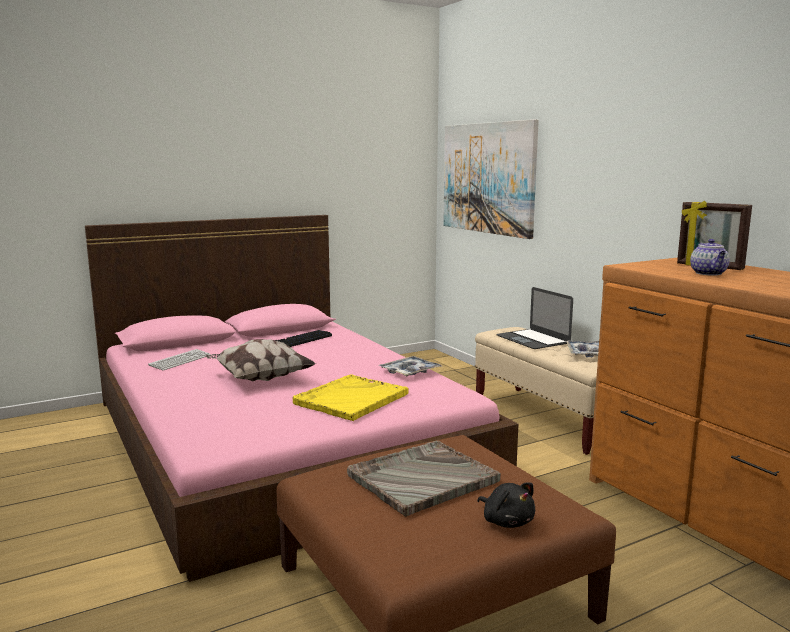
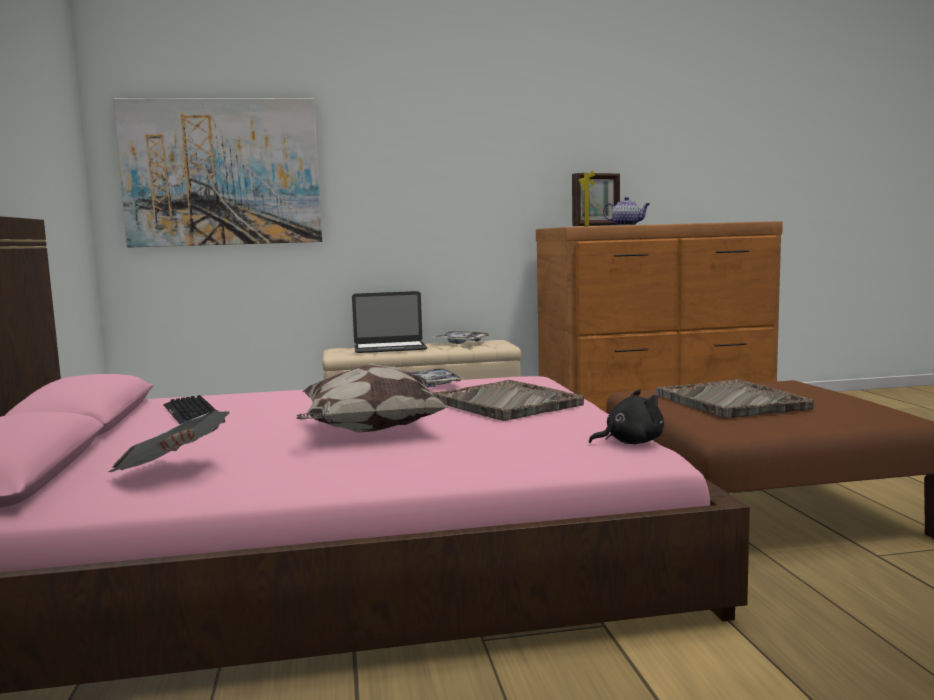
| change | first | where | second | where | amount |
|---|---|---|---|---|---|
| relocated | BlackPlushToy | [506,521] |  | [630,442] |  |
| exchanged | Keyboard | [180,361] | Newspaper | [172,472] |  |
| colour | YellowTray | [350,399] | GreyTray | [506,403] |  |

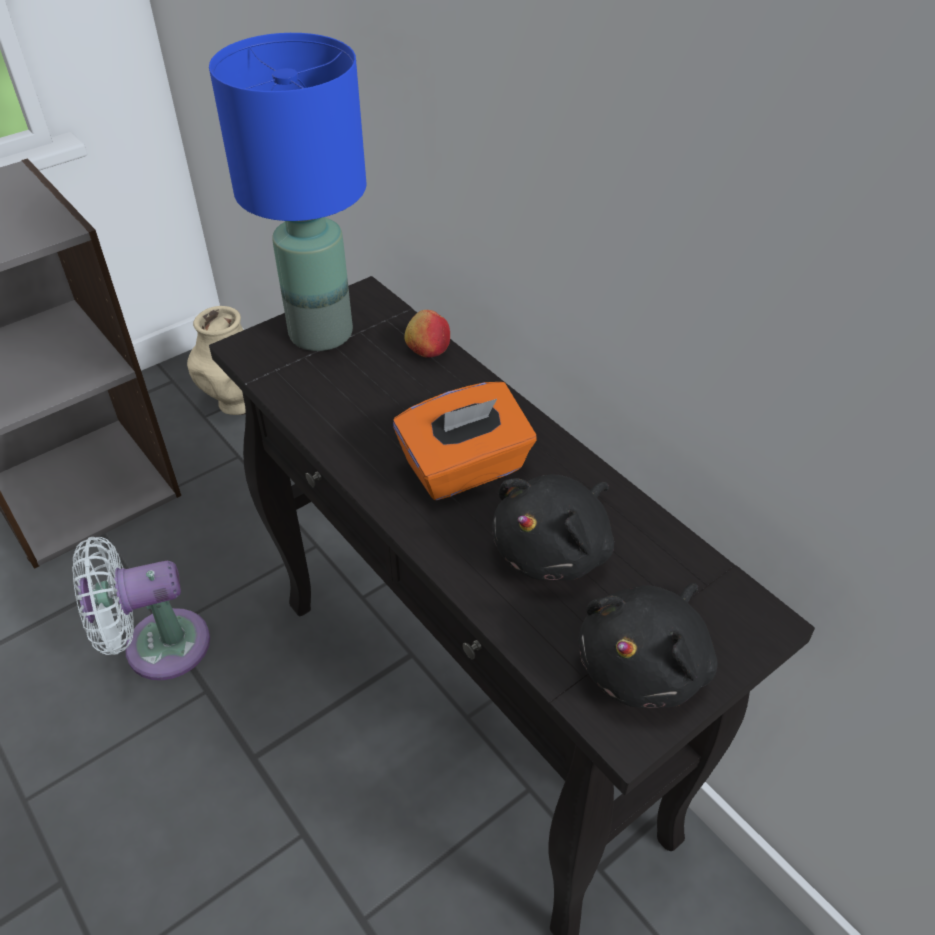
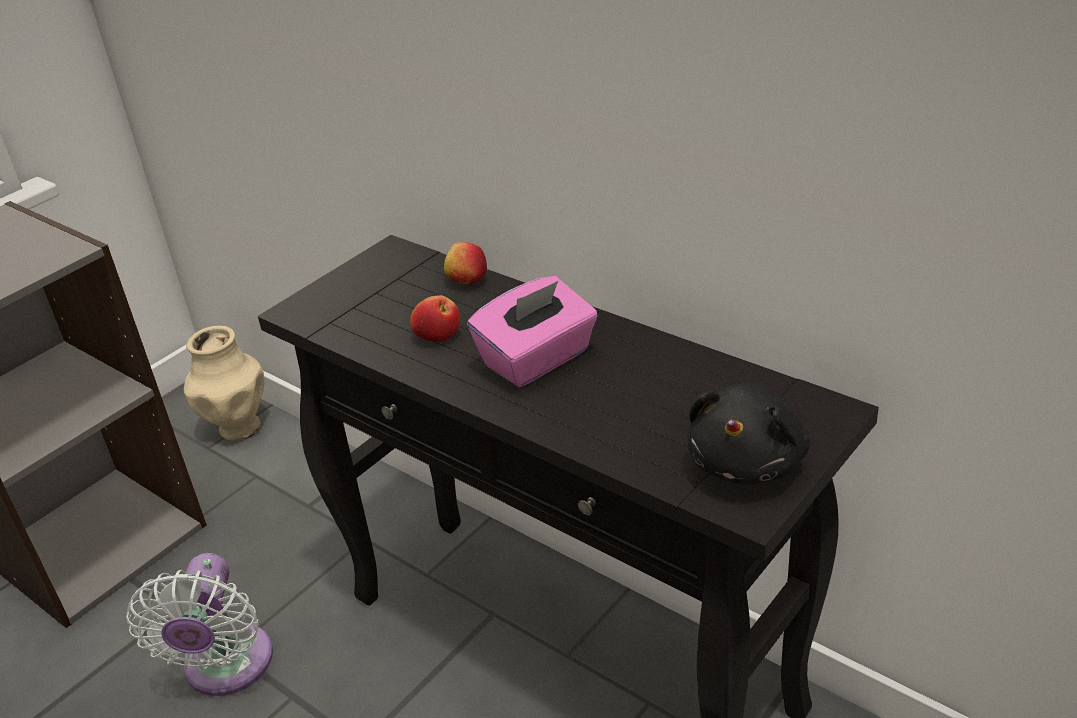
| change | first | where | second | where | amount |
|---|---|---|---|---|---|
| missing | BlueTableLamp | [320,334] |  |  |  |
| missing | BlackPlushToy | [555,549] |  |  |  |
| appeared |  |  | Apple | [437,335] |  |
| colour | OrangeTissueBox | [465,469] | PinkTissueBox | [537,359] |  |
| spun | WhiteFan | [157,647] |  | [226,669] | 60 degrees counterclockwise |

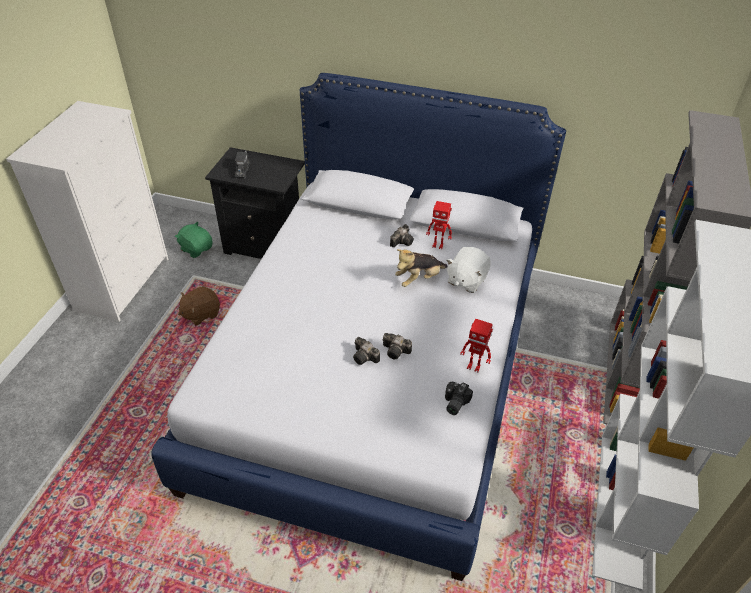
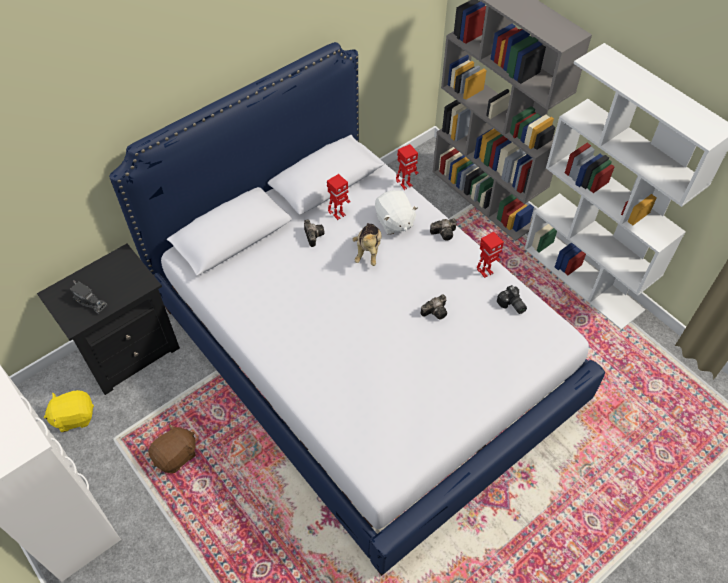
| change | first | where | second | where | amount |
|---|---|---|---|---|---|
| appeared |  |  | ToyRobot | [405,185] |  |
| relocated | PhotoCamera | [365,357] |  | [445,233] |  |
| colour | GreenPlushToy | [196,249] | YellowPlushToy | [74,417] |  |
| spun | BrownPlushToy | [201,314] |  | [176,456] | 135 degrees counterclockwise |

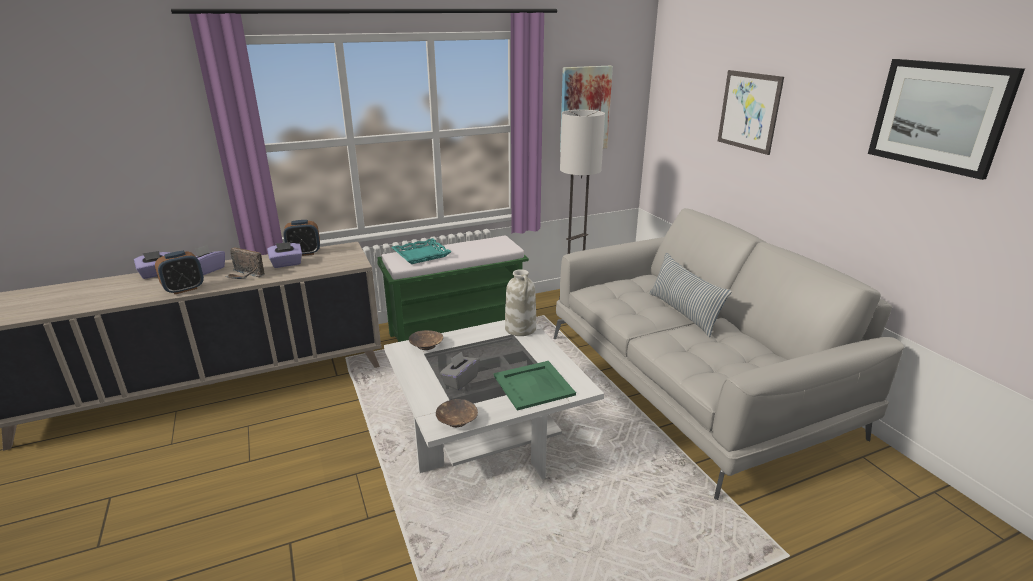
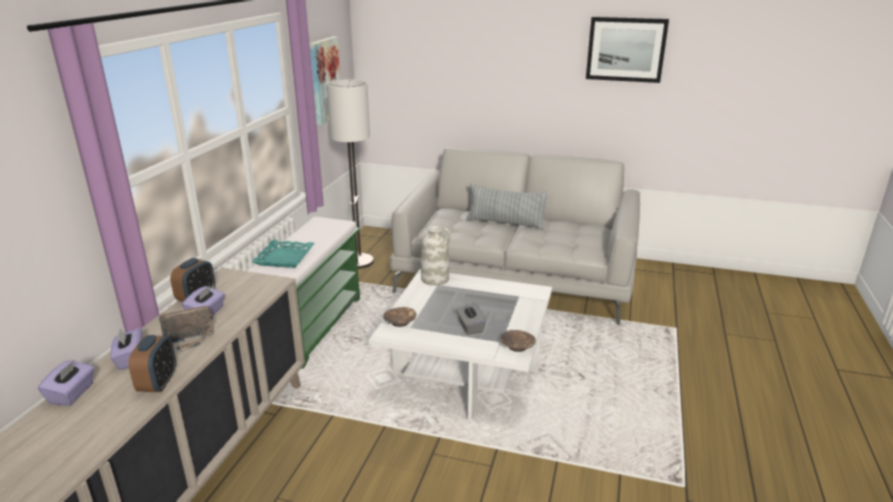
| change | first | where | second | where | amount |
|---|---|---|---|---|---|
| missing | GreenTray | [534,385] |  |  |  |
| missing | Picture | [749,111] |  |  |  |

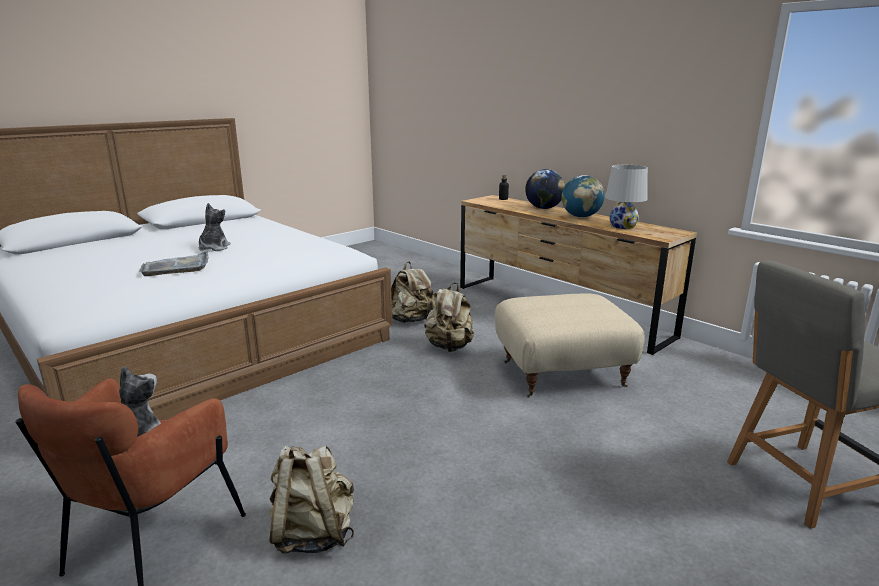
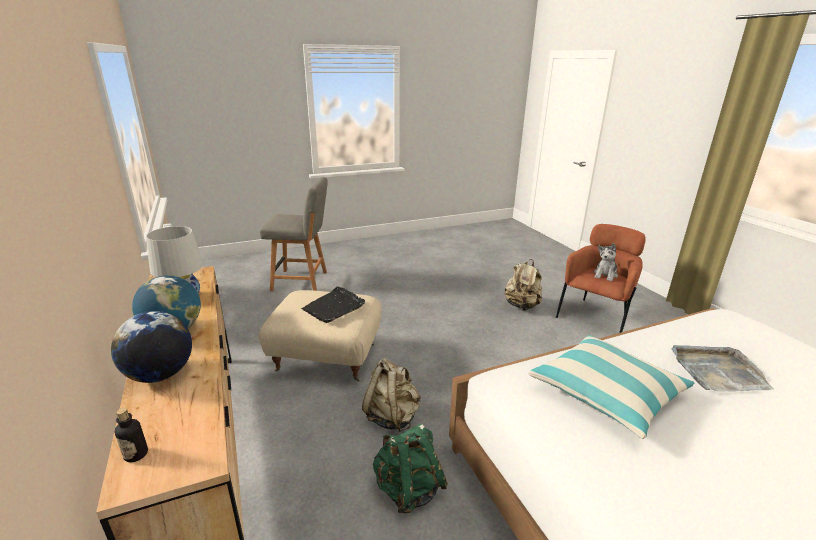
| change | first | where | second | where | amount |
|---|---|---|---|---|---|
| missing | PlushToy | [214,248] |  |  |  |
| appeared |  |  | BlackTray | [334,307] |  |
| appeared |  |  | Pillow | [606,393] |  |
| colour | BeigeBackpack | [412,320] | GreenBackpack | [408,489] |  |

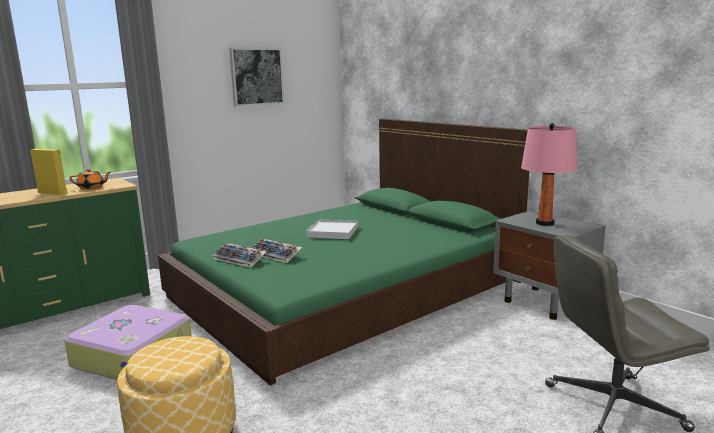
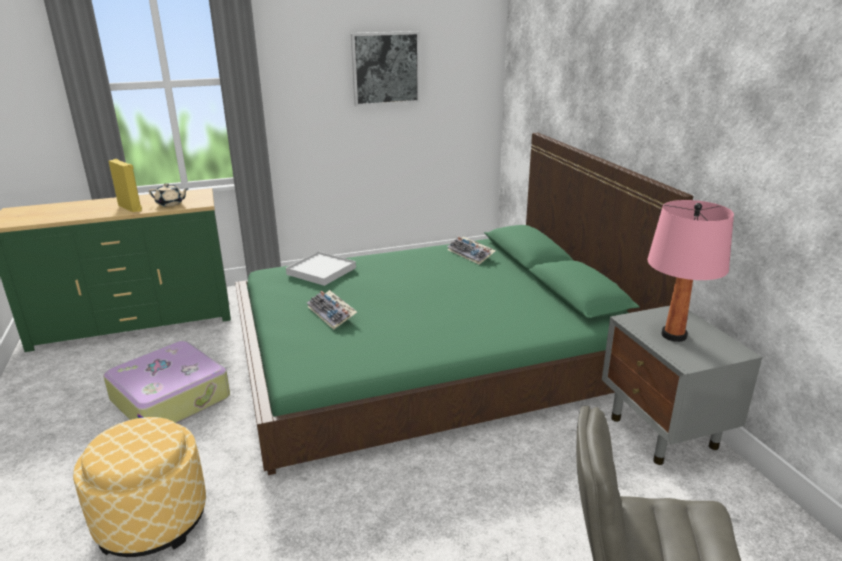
| change | first | where | second | where | amount |
|---|---|---|---|---|---|
| relocated | Keyboard | [240,259] |  | [471,254] |  |
| relocated | WhiteTray | [332,232] |  | [321,271] |  |
| colour | OrangeTeapot | [92,188] | BeigeTeapot | [170,204] |  |

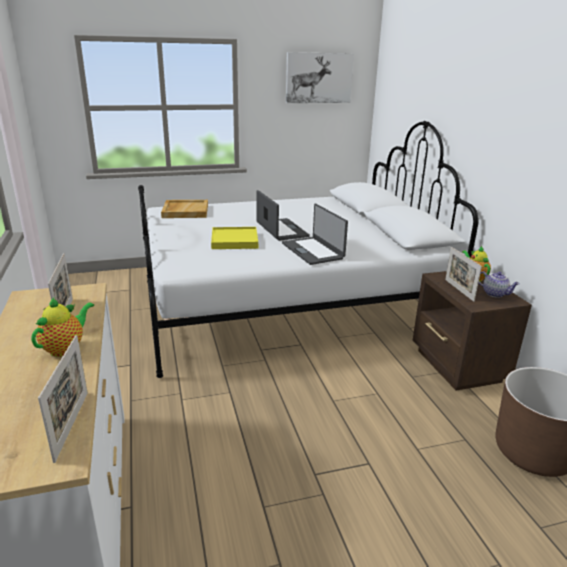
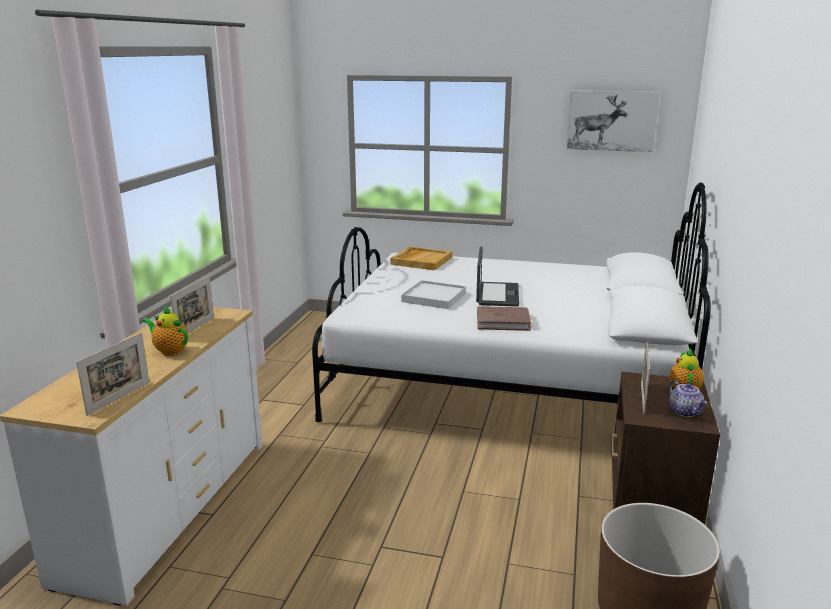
| change | first | where | second | where | amount |
|---|---|---|---|---|---|
| exchanged | Laptop | [313,251] | BrownBook | [503,321] |  |
| colour | YellowTray | [234,240] | WhiteTray | [434,297] |  |
| spun | Teapot | [66,348] |  | [169,351] | 120 degrees counterclockwise |

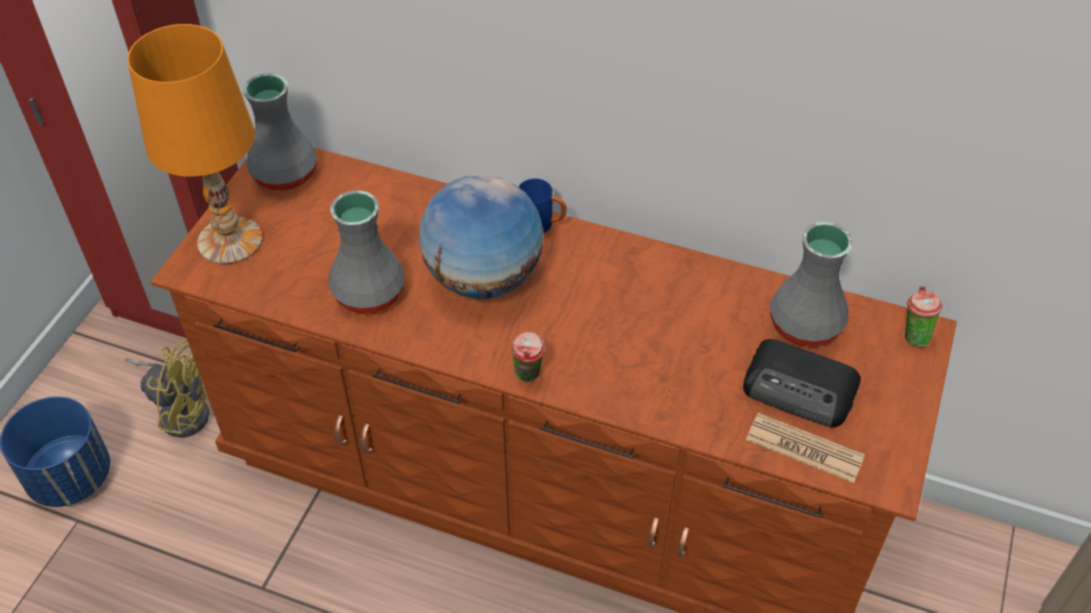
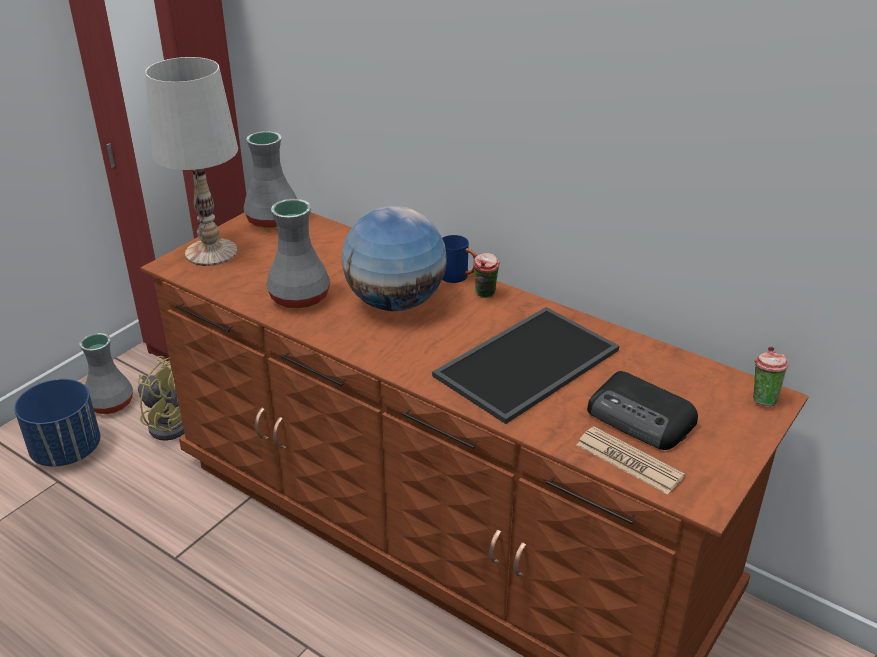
| change | first | where | second | where | amount |
|---|---|---|---|---|---|
| appeared |  |  | Tray | [526,361] |  |
| relocated | Cup | [528,376] |  | [485,295] |  |
| relocated | GreyVase | [806,326] |  | [110,404] |  |
| colour | OrangeTableLamp | [230,241] | WhiteTableLamp | [211,253] |  |

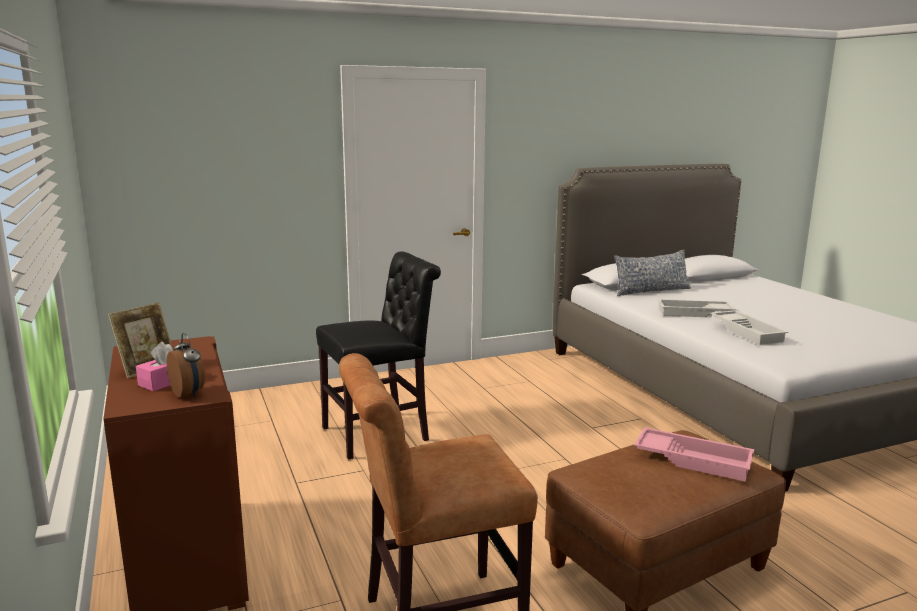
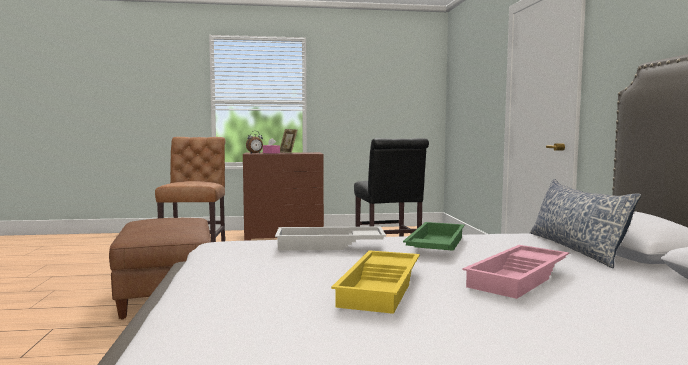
| change | first | where | second | where | amount |
|---|---|---|---|---|---|
| appeared |  |  | YellowTray | [382,288] |  |
| relocated | PinkTray | [694,460] |  | [520,278] |  |
| colour | WhiteTray | [694,313] | GreenTray | [434,245] |  |

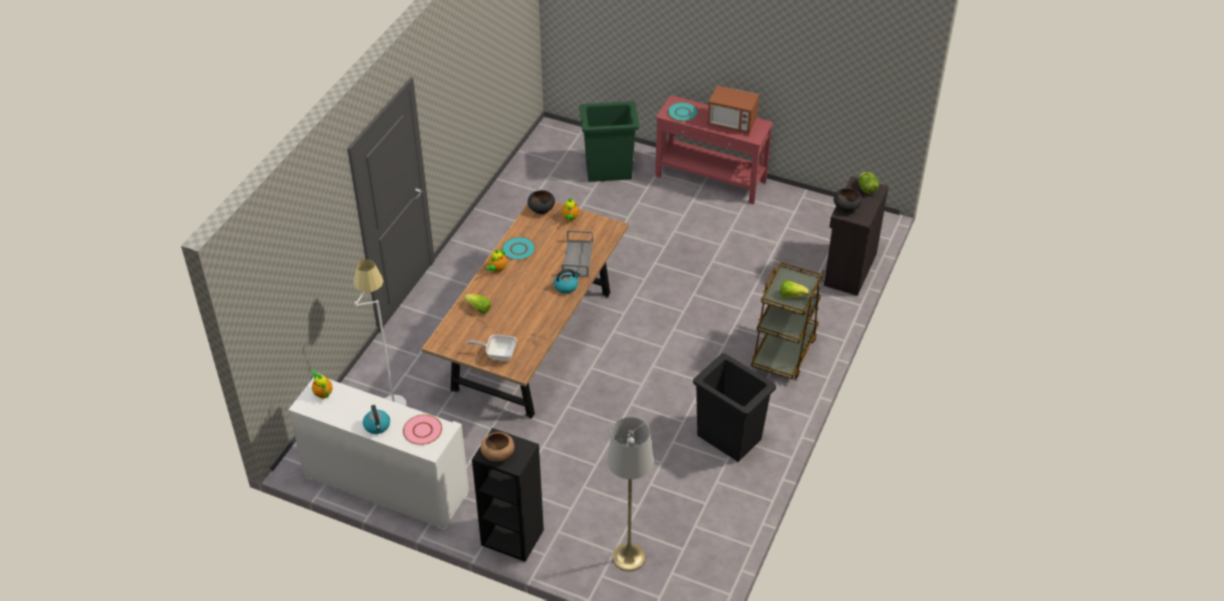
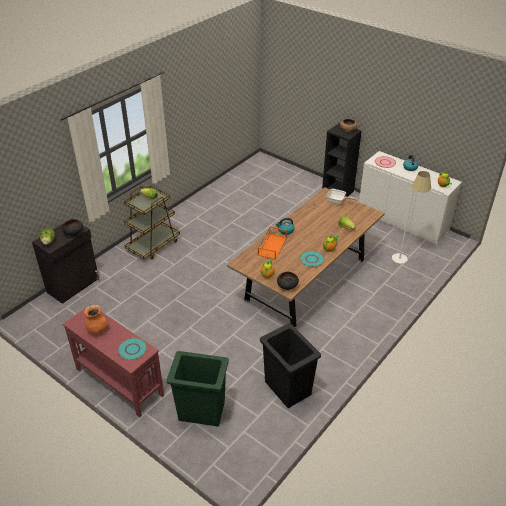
| change | first | where | second | where | amount |
|---|---|---|---|---|---|
| missing | GreyFloorLamp | [629,557] |  |  |  |
| relocated | BlackTrashCan | [729,438] |  | [287,387] |  |
| exchanged | Microwave | [732,123] | OrangeVase | [97,329] |  |
| colour | GreyTray | [578,259] | OrangeTray | [272,246] |  |

